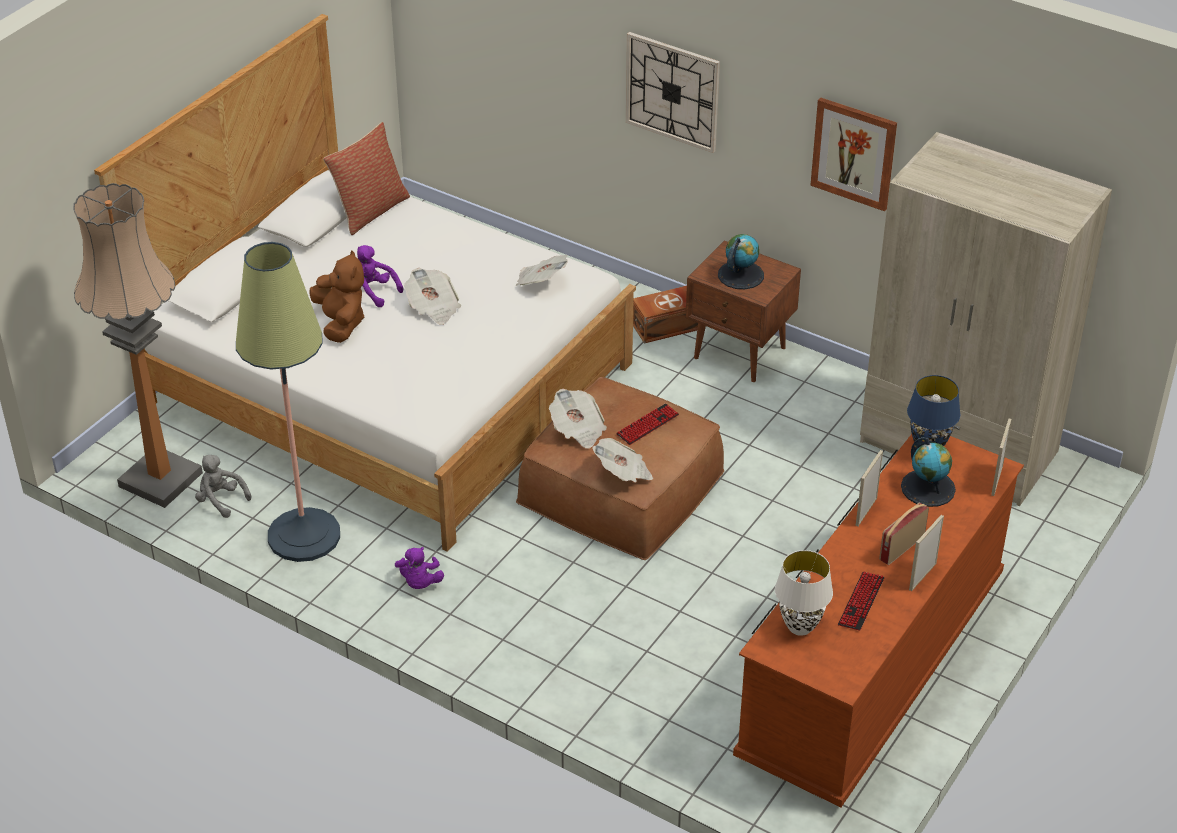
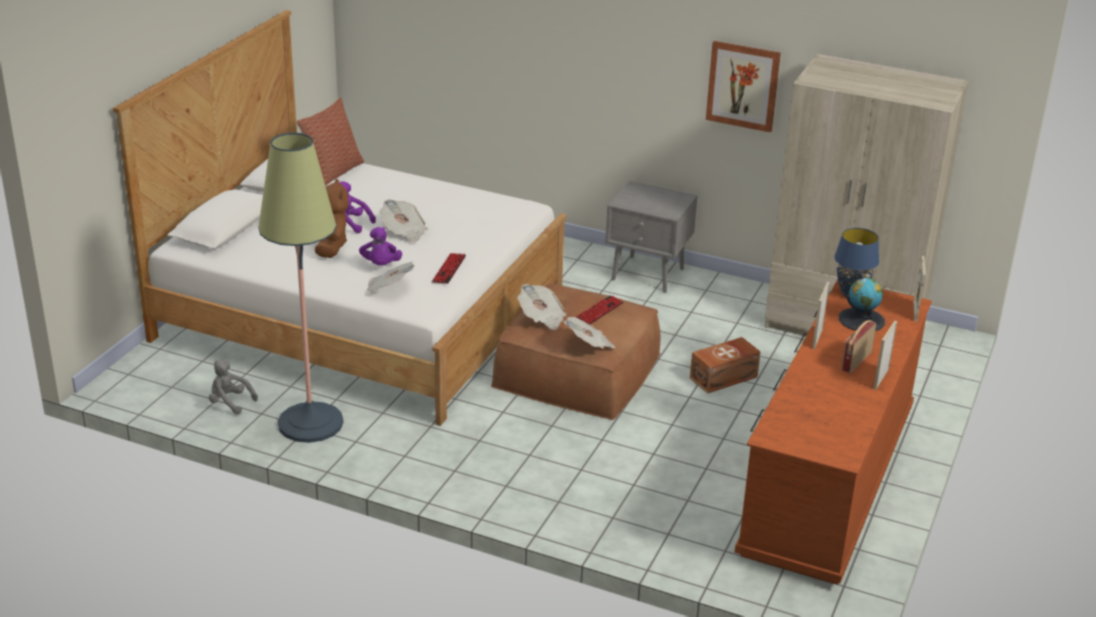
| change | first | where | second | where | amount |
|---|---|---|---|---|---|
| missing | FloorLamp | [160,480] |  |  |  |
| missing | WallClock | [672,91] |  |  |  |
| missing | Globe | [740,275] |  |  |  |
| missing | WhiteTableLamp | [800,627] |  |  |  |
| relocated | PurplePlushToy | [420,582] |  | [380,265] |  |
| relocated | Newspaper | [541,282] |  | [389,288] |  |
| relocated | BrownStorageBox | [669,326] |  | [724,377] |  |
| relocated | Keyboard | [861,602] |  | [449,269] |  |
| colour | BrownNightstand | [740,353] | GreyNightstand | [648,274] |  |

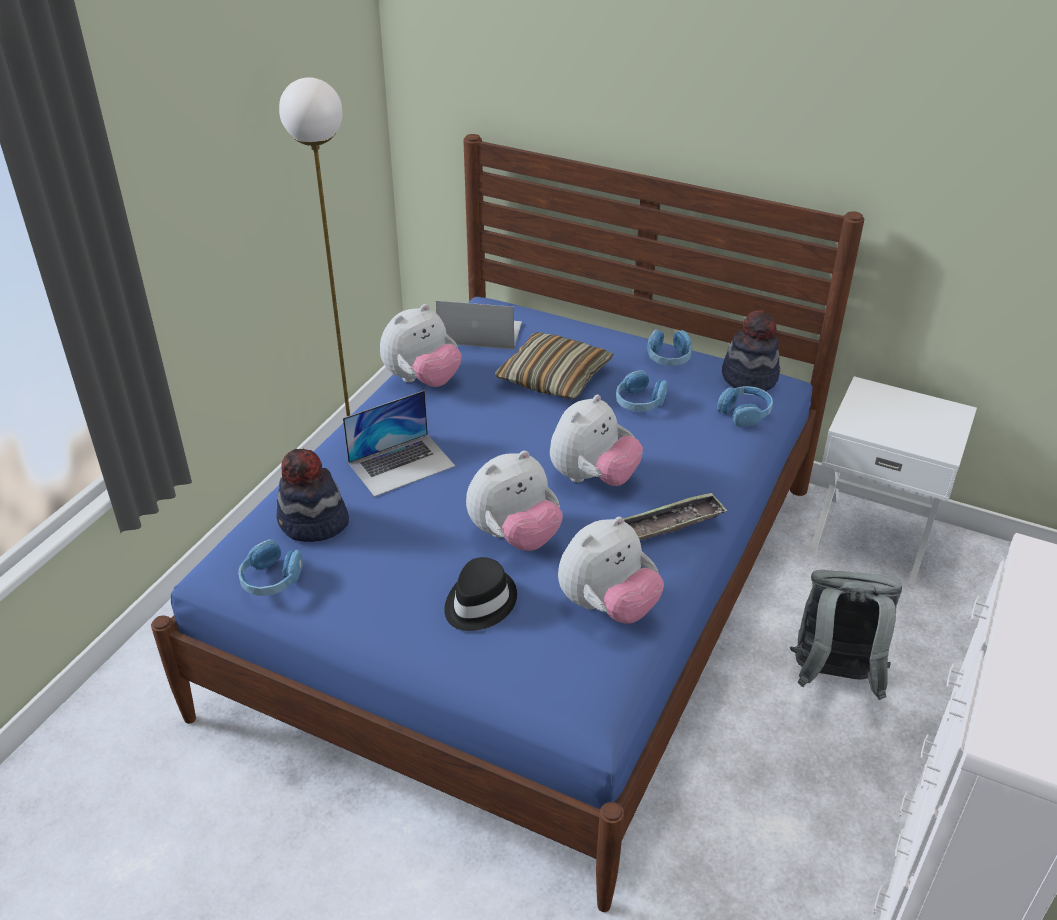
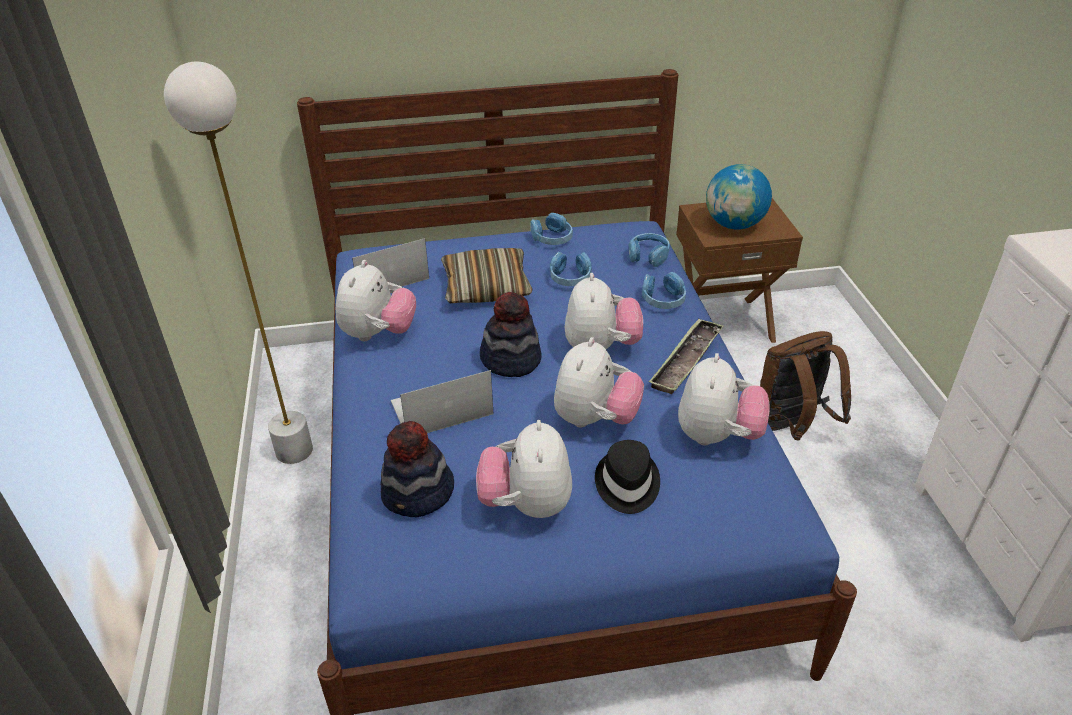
| change | first | where | second | where | amount |
|---|---|---|---|---|---|
| appeared |  |  | PlushToy | [526,504] |  |
| appeared |  |  | Globe | [734,225] |  |
| relocated | BlueHeadphones | [271,579] |  | [663,300] |  |
| relocated | Hat | [749,377] |  | [511,359] |  |
| colour | GreyBackpack | [833,677] | BrownBackpack | [791,427] |  |
| colour | WhiteNightstand | [872,537] | BrownNightstand | [723,323] |  |
| spun | Laptop | [402,464] |  | [441,407] | 135 degrees counterclockwise |

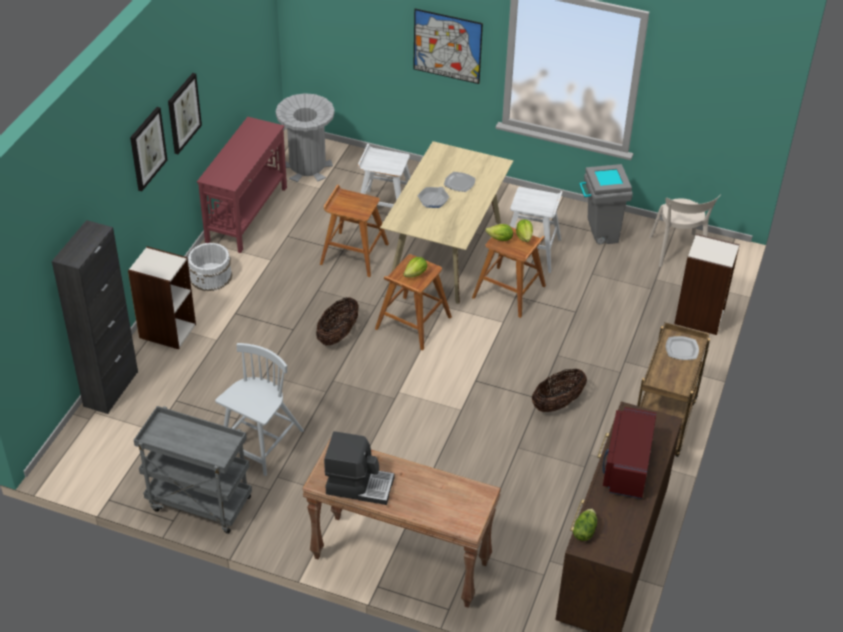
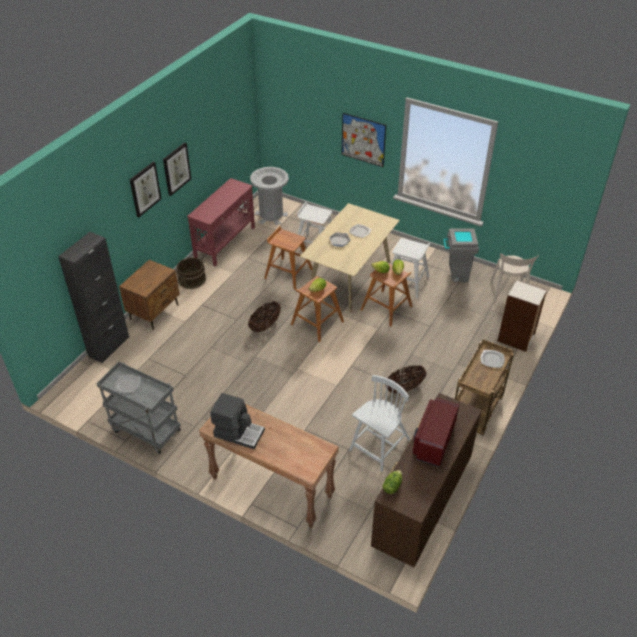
| change | first | where | second | where | amount |
|---|---|---|---|---|---|
| appeared |  |  | Plate | [127,384] |  |
| relocated | WhiteChair | [261,443] |  | [379,446] |  |
| exchanged | Bookcase | [167,331] | BrownNightstand | [154,312] |  |
| colour | WhiteBucket | [211,276] | BrownBucket | [192,279] |  |

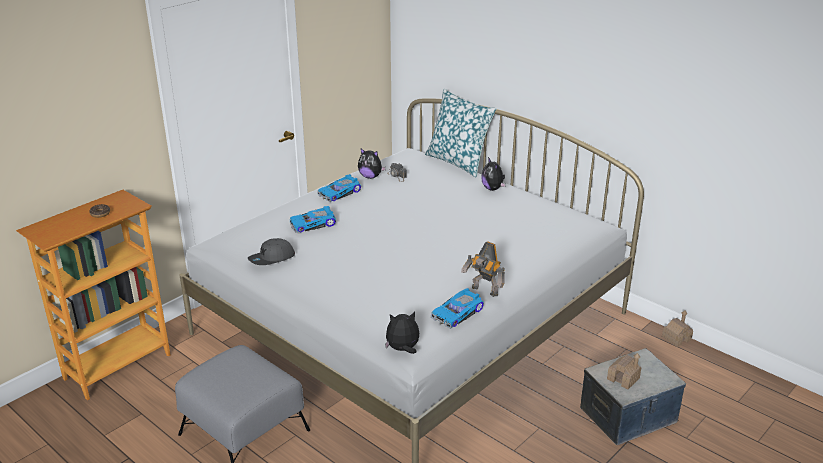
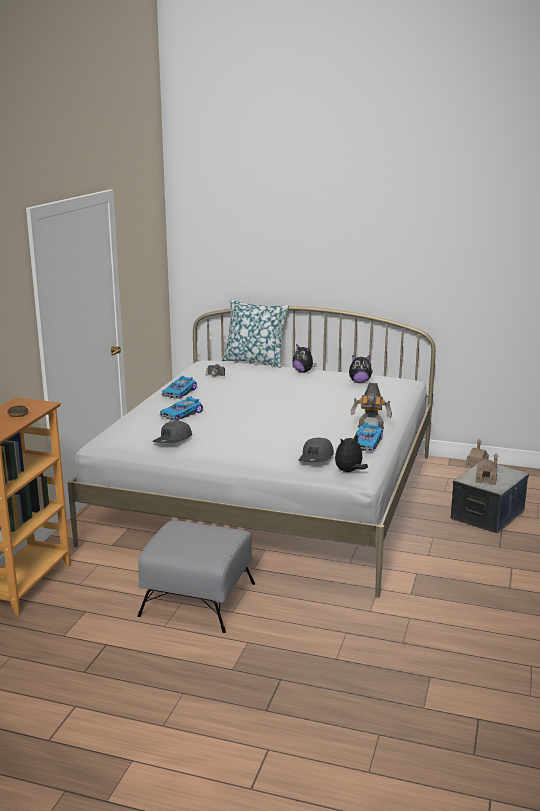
| change | first | where | second | where | amount |
|---|---|---|---|---|---|
| appeared |  |  | GreyCap | [317,458] |  |
| relocated | PlushToy | [370,176] |  | [359,382] |  |

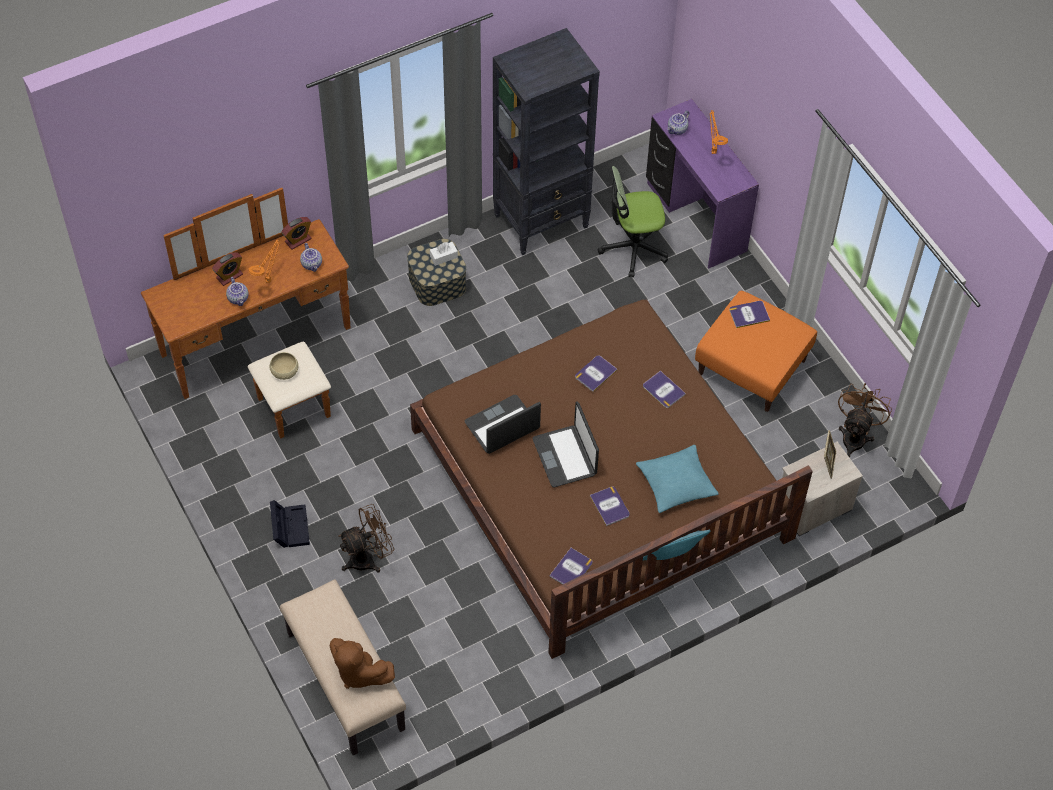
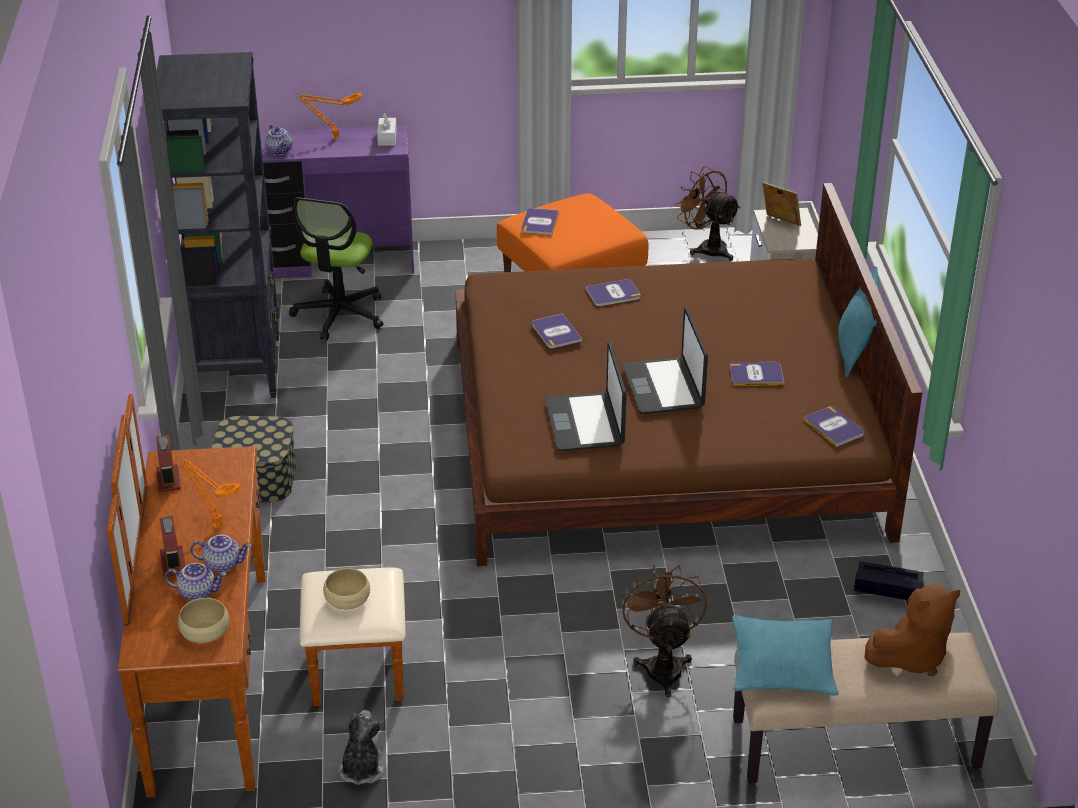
| change | first | where | second | where | amount |
|---|---|---|---|---|---|
| appeared |  |  | BeigeBowl | [205,631] |  |
| appeared |  |  | PlushToy | [361,769] |  |
| relocated | BlackStorageBox | [290,526] |  | [885,588] |  |
| relocated | Teapot | [312,264] |  | [198,592] |  |
| relocated | WhiteTissueBox | [443,257] |  | [387,138] |  |
| relocated | TurquoisePillow | [676,483] |  | [782,666] |  |
| spun | Laptop | [565,457] |  | [664,387] | 75 degrees clockwise |

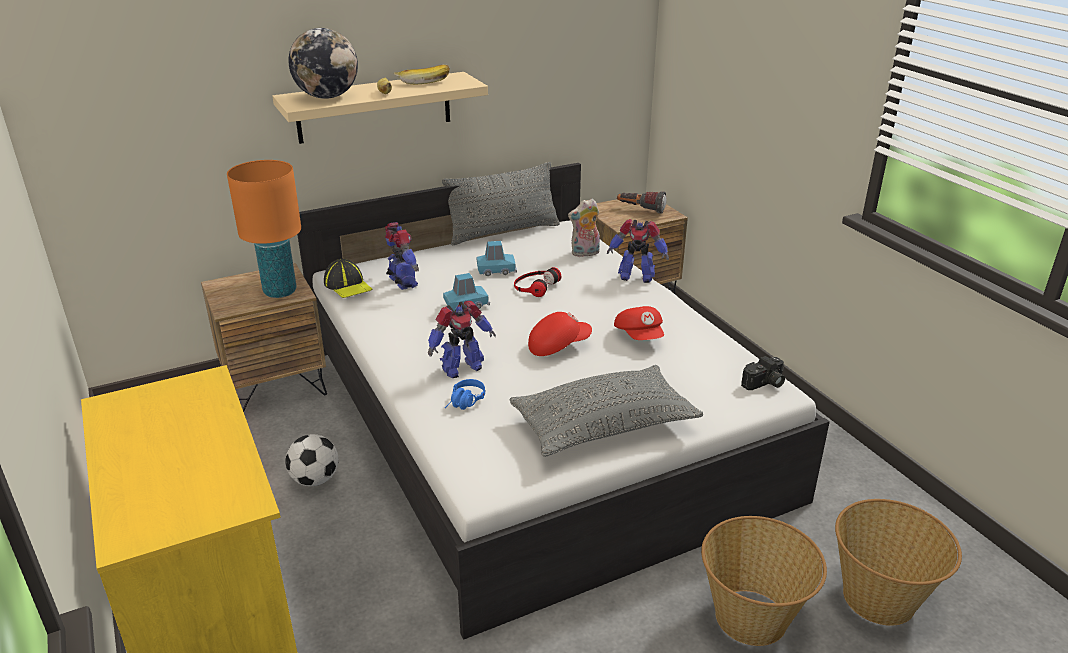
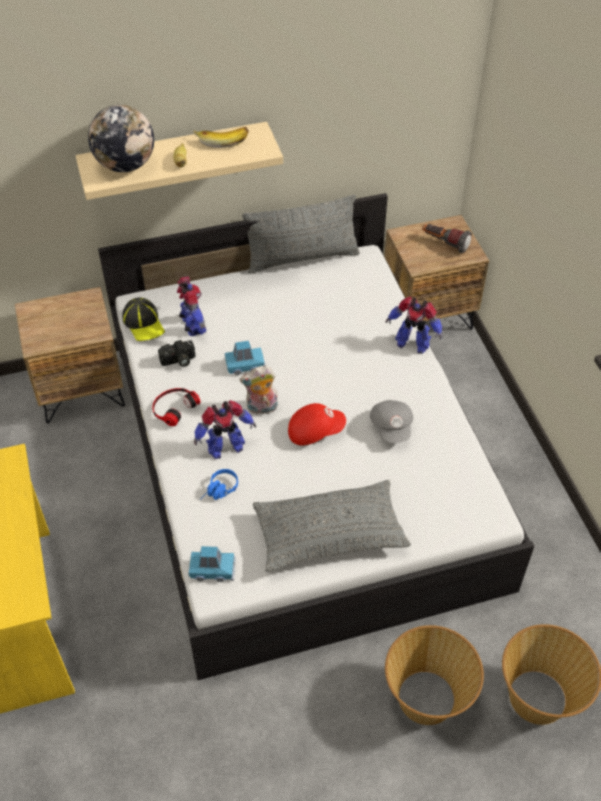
| change | first | where | second | where | amount |
|---|---|---|---|---|---|
| missing | OrangeTableLamp | [280,291] |  |  |  |
| missing | Football | [315,479] |  |  |  |
| relocated | BlueToyCar | [496,270] |  | [213,569] |  |
| relocated | Headphones | [535,286] |  | [174,407] |  |
| relocated | PlushToy | [585,253] |  | [261,408] |  |
| relocated | PhotoCamera | [764,384] |  | [178,361] |  |
| colour | RedCap | [640,336] | GreyCap | [392,427] |  |

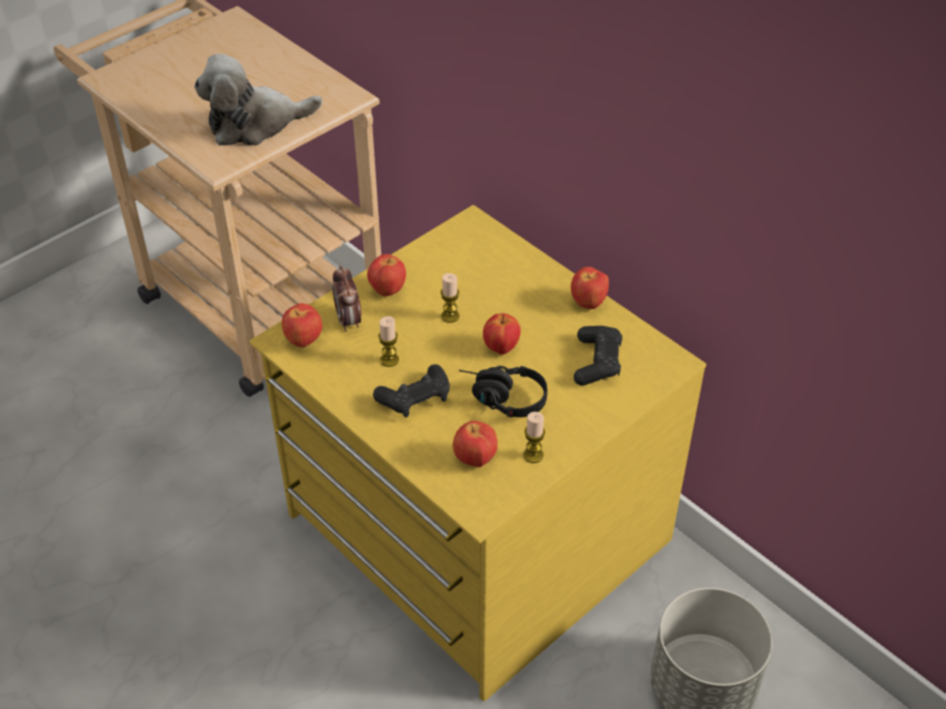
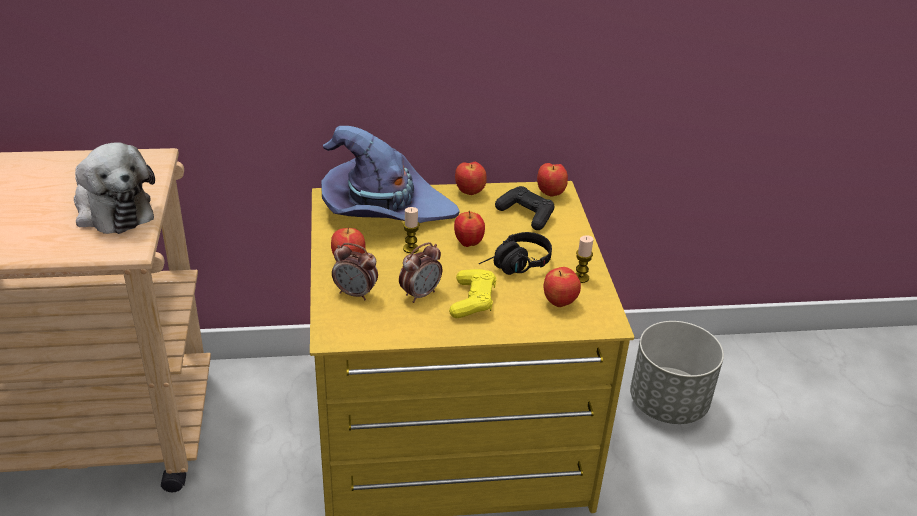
| change | first | where | second | where | amount |
|---|---|---|---|---|---|
| appeared |  |  | PurpleHat | [384,209] |  |
| relocated | Apple | [304,341] |  | [551,194] |  |
| exchanged | Candle | [389,360] | AlarmClock | [420,294] |  |
| colour | BlackGameController | [415,398] | YellowGameController | [473,301] |  |
| spun | PlushToy | [255,124] |  | [111,209] | 60 degrees counterclockwise |

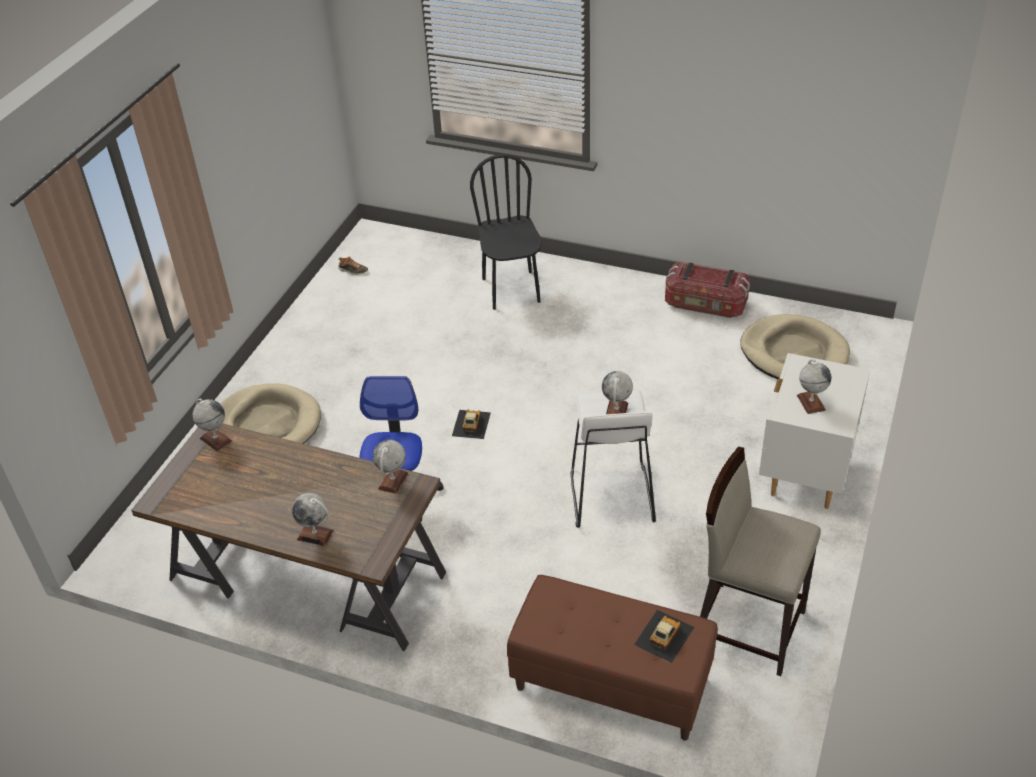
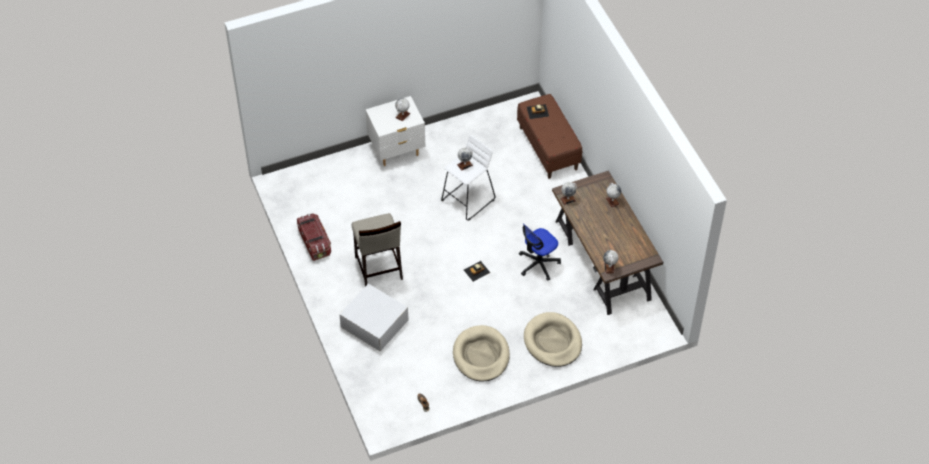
| change | first | where | second | where | amount |
|---|---|---|---|---|---|
| relocated | BeigeStool | [748,626] |  | [378,268] |  |
| relocated | BeigeDogBed | [794,353] |  | [481,355] |  |
| exchanged | BlackChair | [511,290] | WhiteStorageBox | [374,323] |  |

